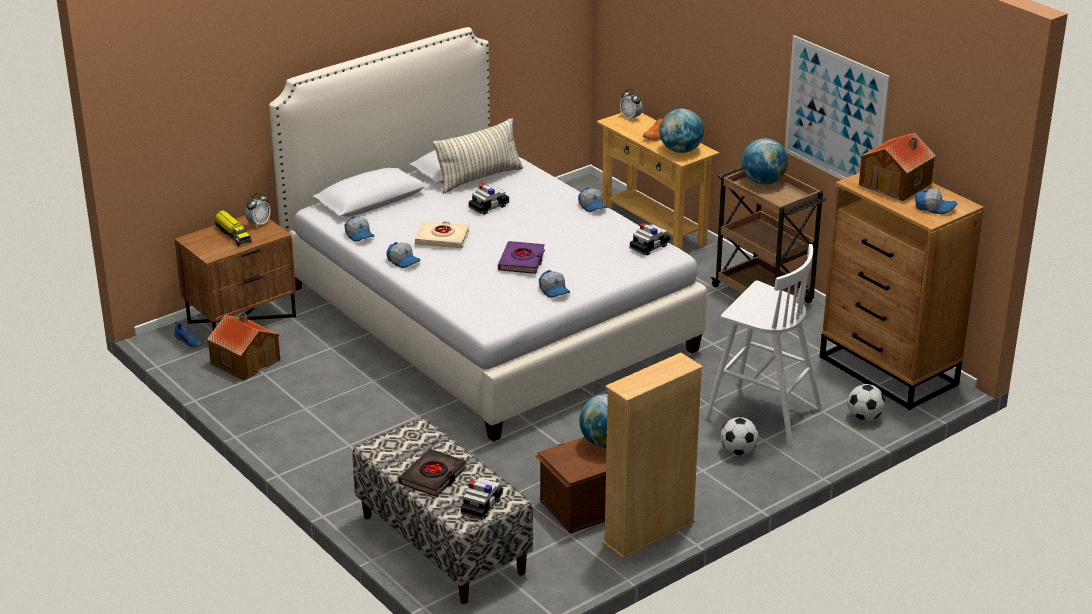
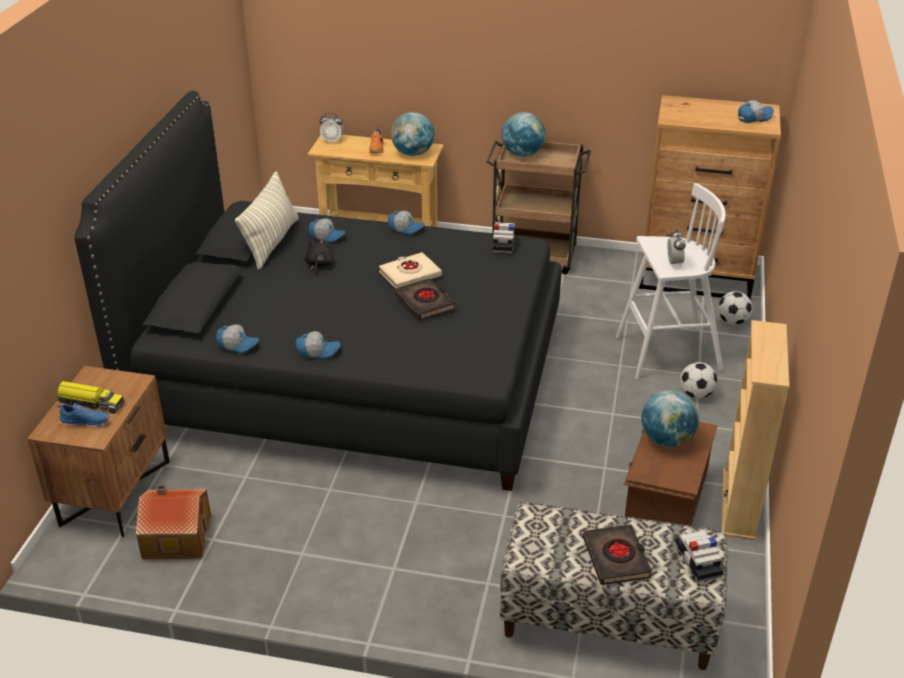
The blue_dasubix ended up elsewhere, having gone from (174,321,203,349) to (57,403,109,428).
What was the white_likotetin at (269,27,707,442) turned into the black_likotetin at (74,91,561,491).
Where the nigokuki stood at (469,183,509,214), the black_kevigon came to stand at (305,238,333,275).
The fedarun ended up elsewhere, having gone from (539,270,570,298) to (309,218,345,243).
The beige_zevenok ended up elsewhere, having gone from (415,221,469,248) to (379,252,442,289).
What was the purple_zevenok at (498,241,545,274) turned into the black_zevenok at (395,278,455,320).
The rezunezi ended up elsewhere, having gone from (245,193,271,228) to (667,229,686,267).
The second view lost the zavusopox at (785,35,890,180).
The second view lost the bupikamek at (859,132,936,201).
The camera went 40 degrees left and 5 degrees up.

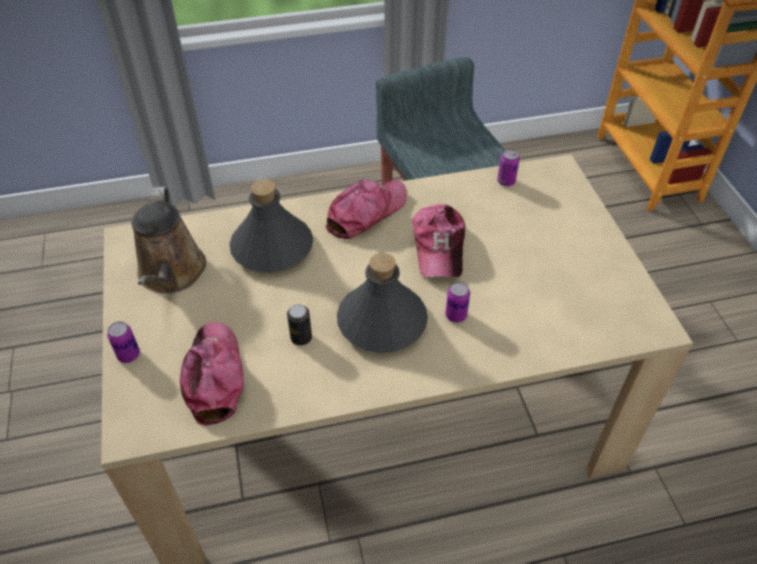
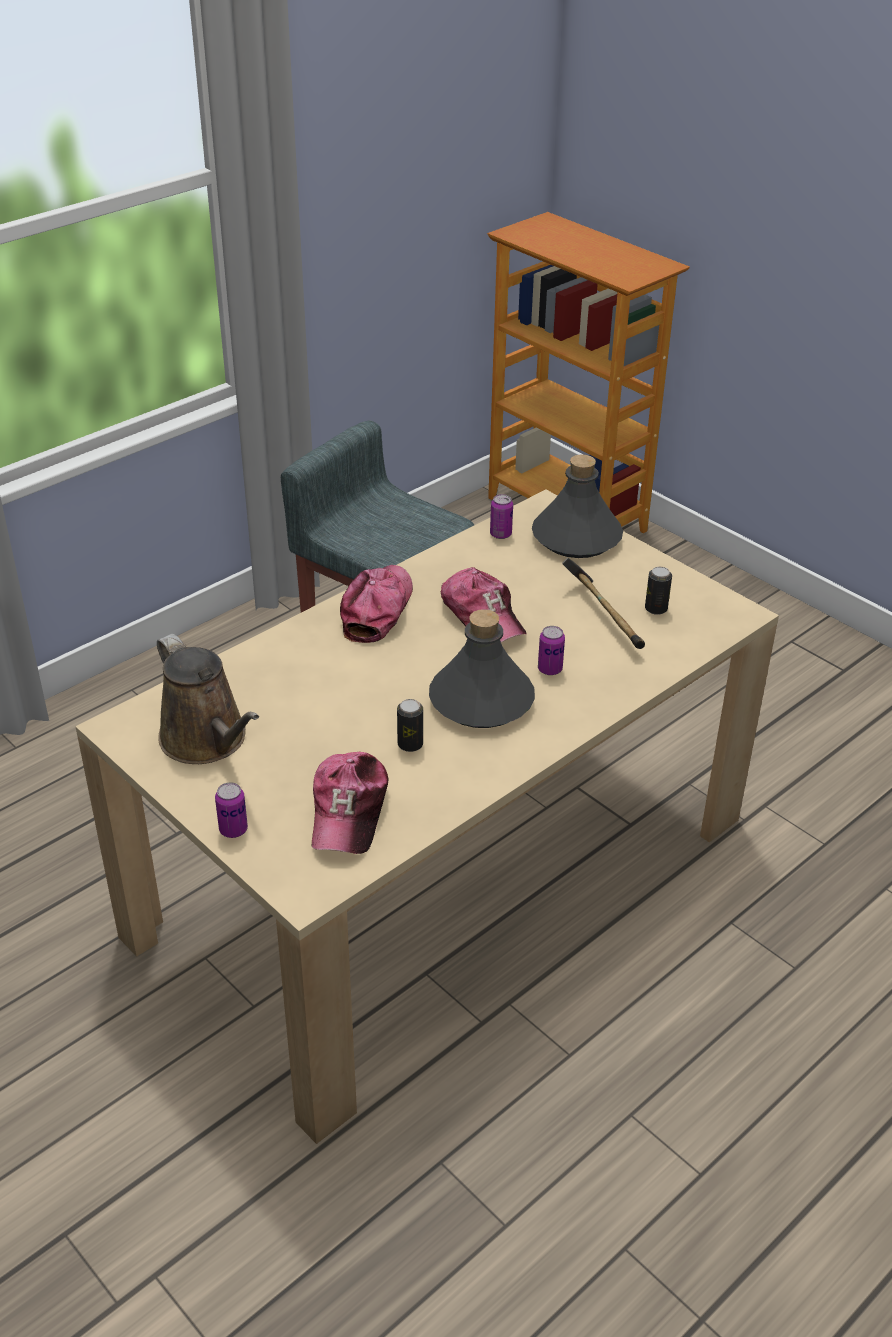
The fedarun at (180,322,244,426) ended up facing another way, 135 degrees counterclockwise from before.
The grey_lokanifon ended up elsewhere, having gone from (230,179,313,273) to (532,454,623,558).
The second view gained the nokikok at (562,557,645,649).
The second view gained the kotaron at (645,567,672,615).
The camera went 30 degrees left and 10 degrees down.

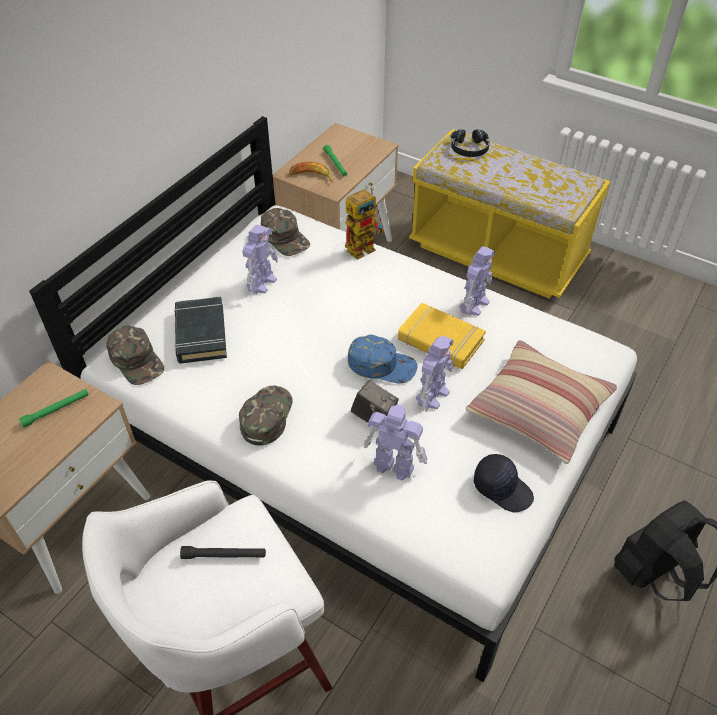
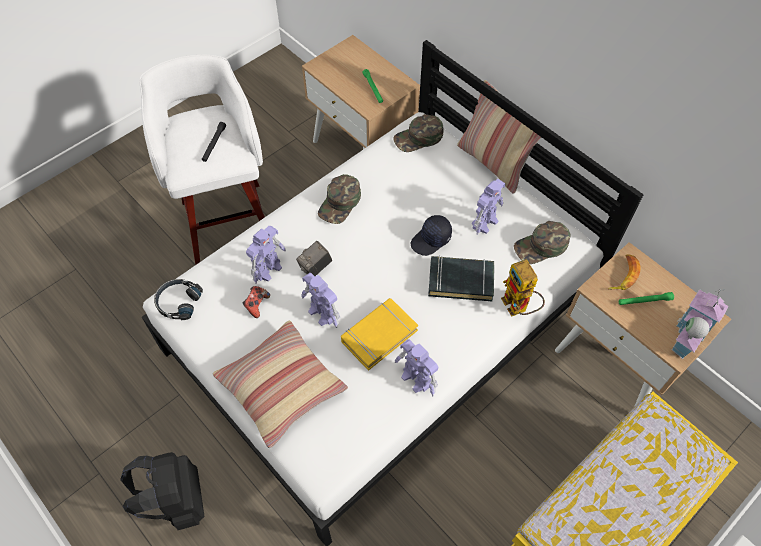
The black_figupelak ended up elsewhere, having gone from (451,129,490,157) to (154,279,203,320).
The second view gained the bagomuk at (243,286,270,318).
The green_fedarun at (239,386,293,446) ended up facing another way, 90 degrees clockwise from before.
The black_fedarun ended up elsewhere, having gone from (474,454,534,512) to (411,215,452,256).
The black_zevenok ended up elsewhere, having gone from (174,297,227,364) to (428,256,494,301).
The second view gained the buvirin at (457,80,541,194).
The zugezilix at (242,225,278,294) ended up facing another way, 90 degrees counterclockwise from before.
The second view gained the bupikamek at (672,289,729,359).
The second view lost the blue_fedarun at (348,334,418,384).
The camera went 105 degrees right and 10 degrees up.

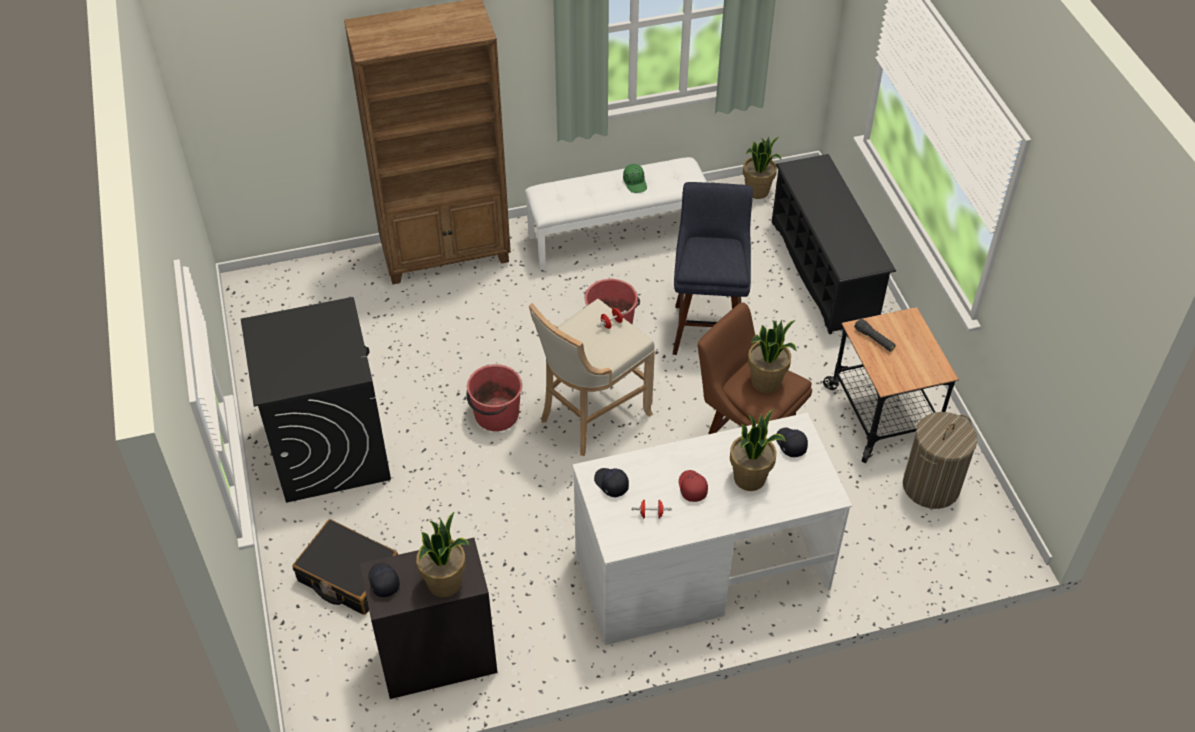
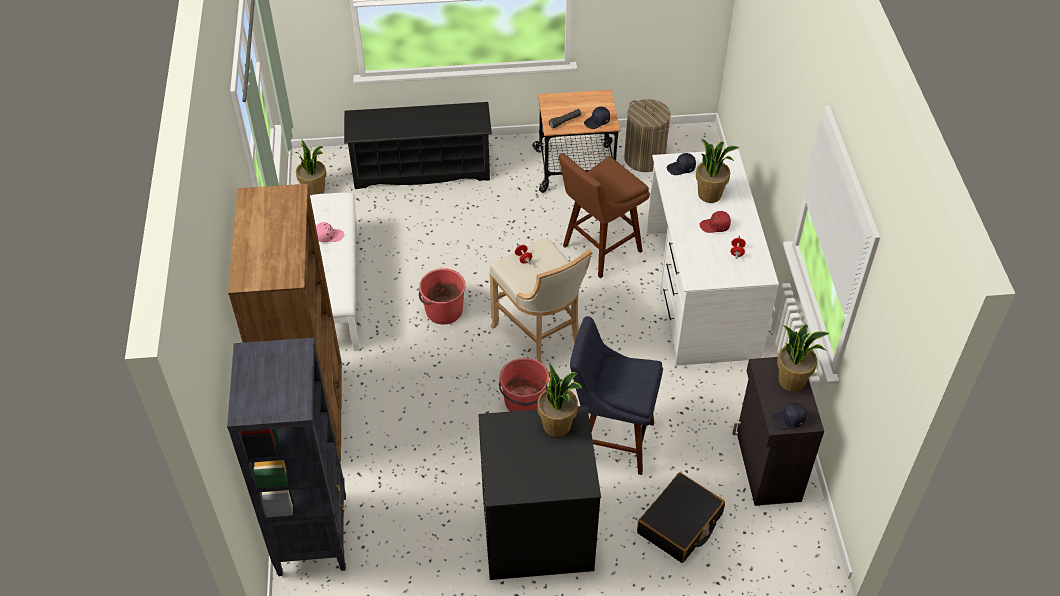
The second view gained the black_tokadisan at (227,338,346,576).
What was the green_fedarun at (623,164,647,193) turned into the pink_fedarun at (316,222,344,242).
The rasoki ended up elsewhere, having gone from (748,320,796,393) to (537,363,582,437).
The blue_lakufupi ended up elsewhere, having gone from (673,182,753,355) to (570,316,663,475).
The black_fedarun ended up elsewhere, having gone from (594,468,629,497) to (584,107,610,129).
The camera went 80 degrees left and 0 degrees up.

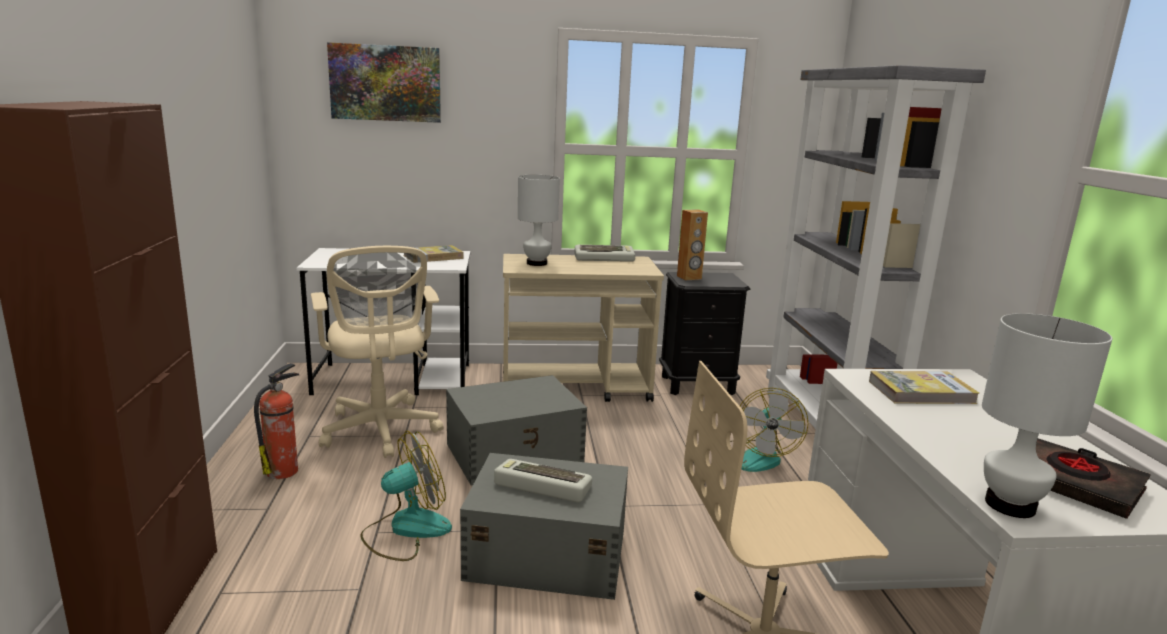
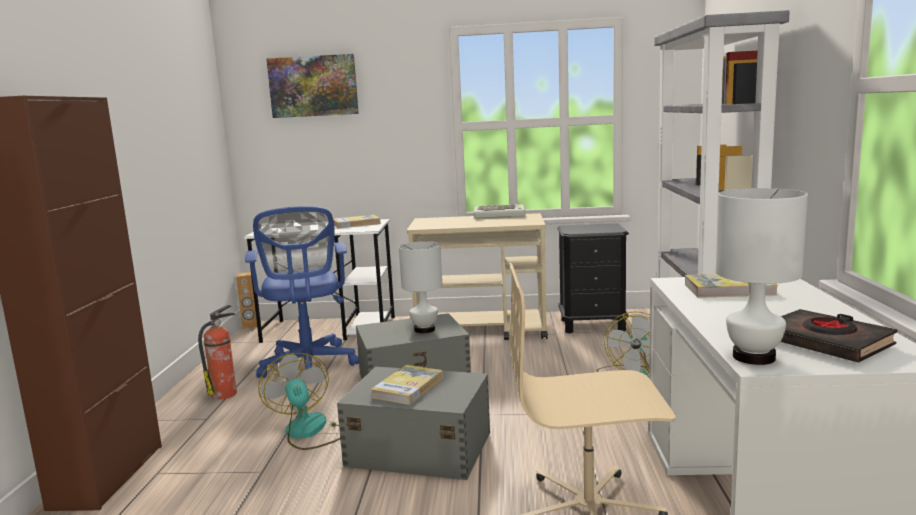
The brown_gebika ended up elsewhere, having gone from (677,209,708,281) to (236,272,257,329).
What was the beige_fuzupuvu at (311,246,443,458) turned into the blue_fuzupuvu at (245,206,359,378).
The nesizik at (360,431,452,561) ended up facing another way, 90 degrees counterclockwise from before.
Where the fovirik stood at (494,459,592,503), the zevenok came to stand at (370,365,443,405).
The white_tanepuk ended up elsewhere, having gone from (518,175,560,266) to (399,241,442,333).
The camera went 10 degrees right and 5 degrees down.

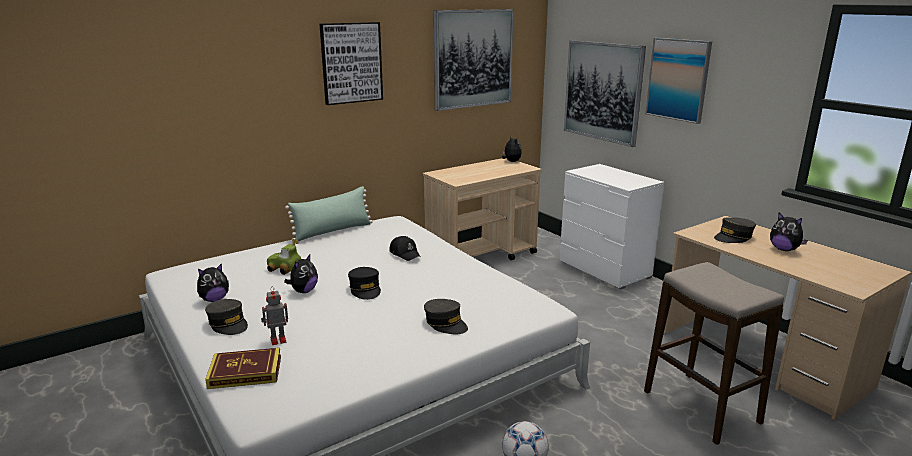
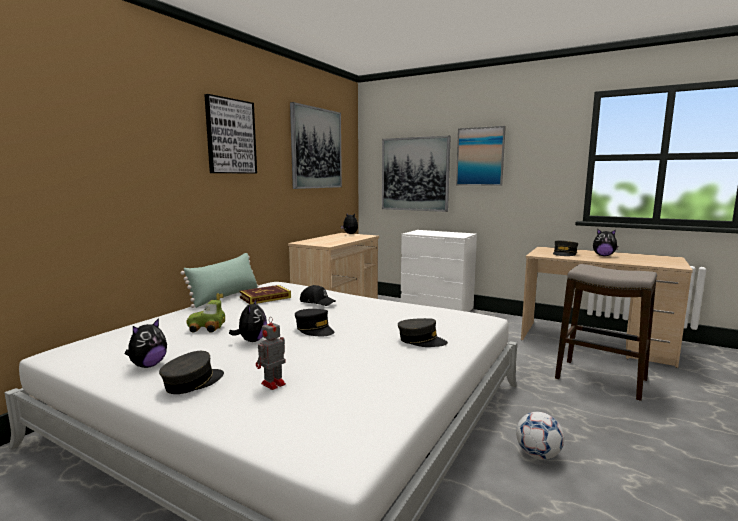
The grey_fedarun at (205,299,248,335) ended up facing another way, 75 degrees counterclockwise from before.
The zevenok ended up elsewhere, having gone from (205,348,281,389) to (239,285,291,304).
The camera went 25 degrees left and 10 degrees down.

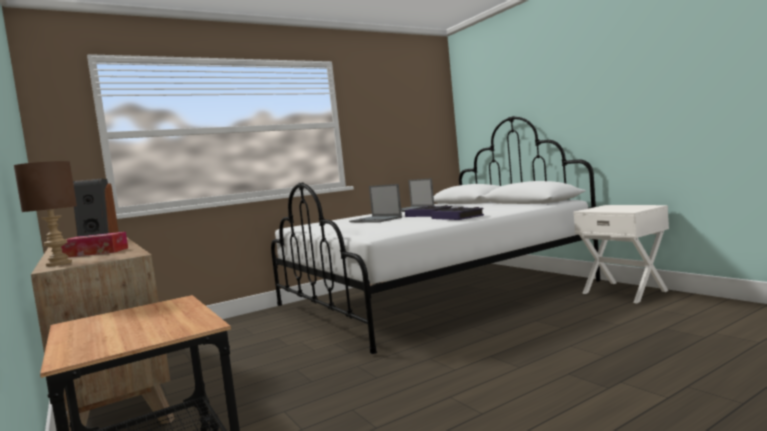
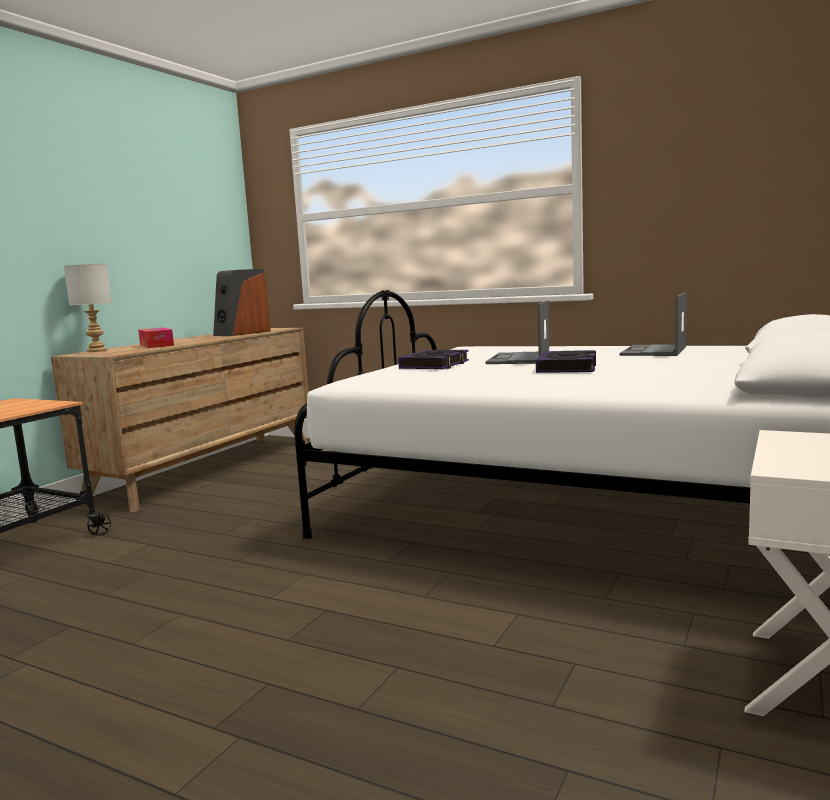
What was the brown_tanepuk at (14,161,77,266) turned into the grey_tanepuk at (64,264,112,352).
The zevenok ended up elsewhere, having gone from (431,207,484,220) to (398,350,469,369).
The camera went 60 degrees right and 5 degrees up.

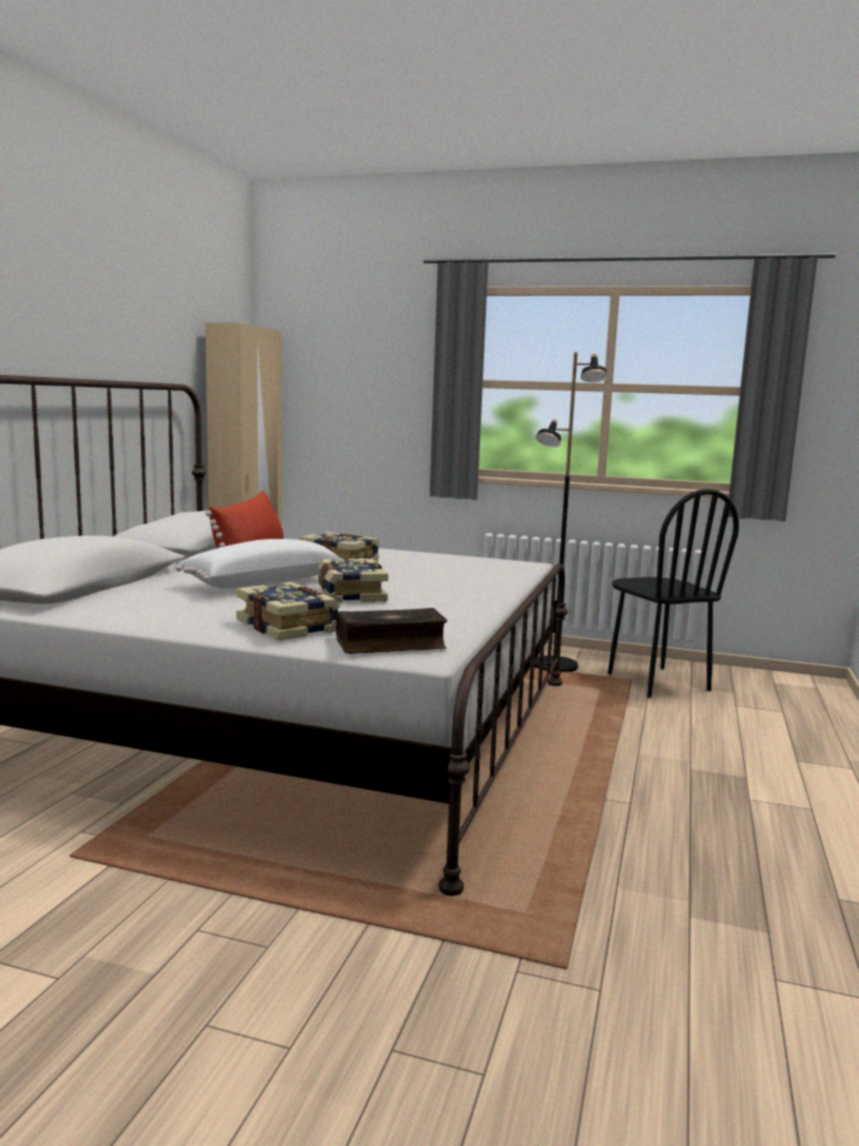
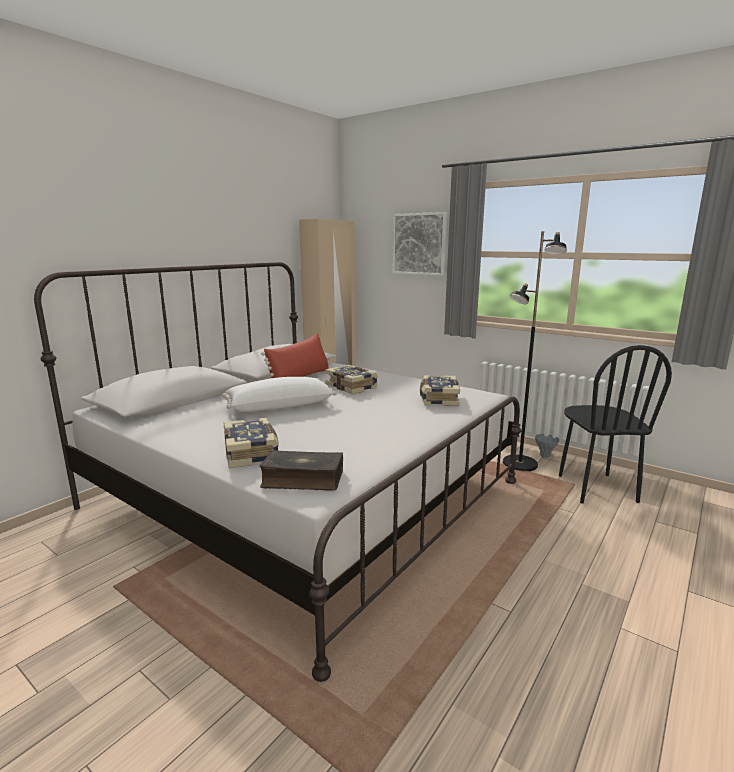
The second view gained the zavusopox at (393,212,447,276).
The zevenok ended up elsewhere, having gone from (318,558,388,603) to (420,375,460,406).
The second view gained the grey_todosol at (535,434,559,458).
The camera went 20 degrees right and 5 degrees up.

